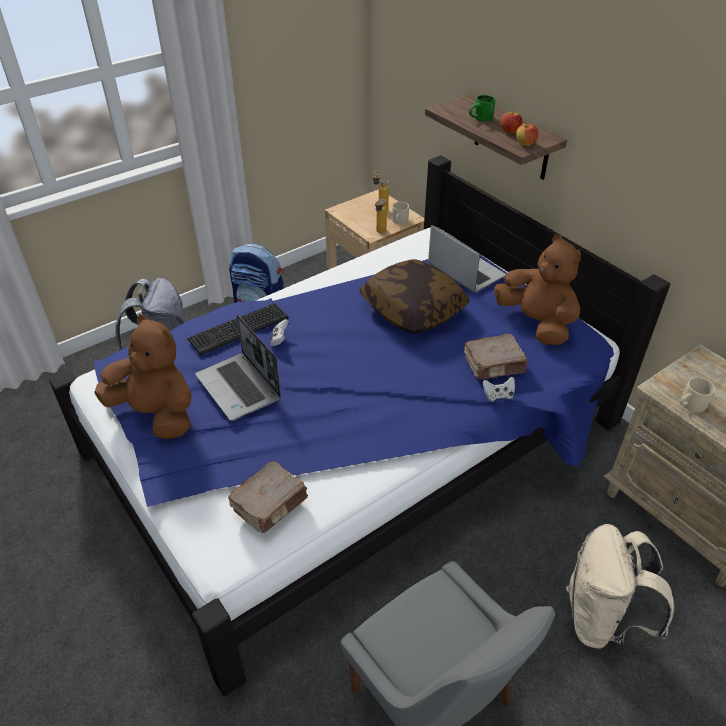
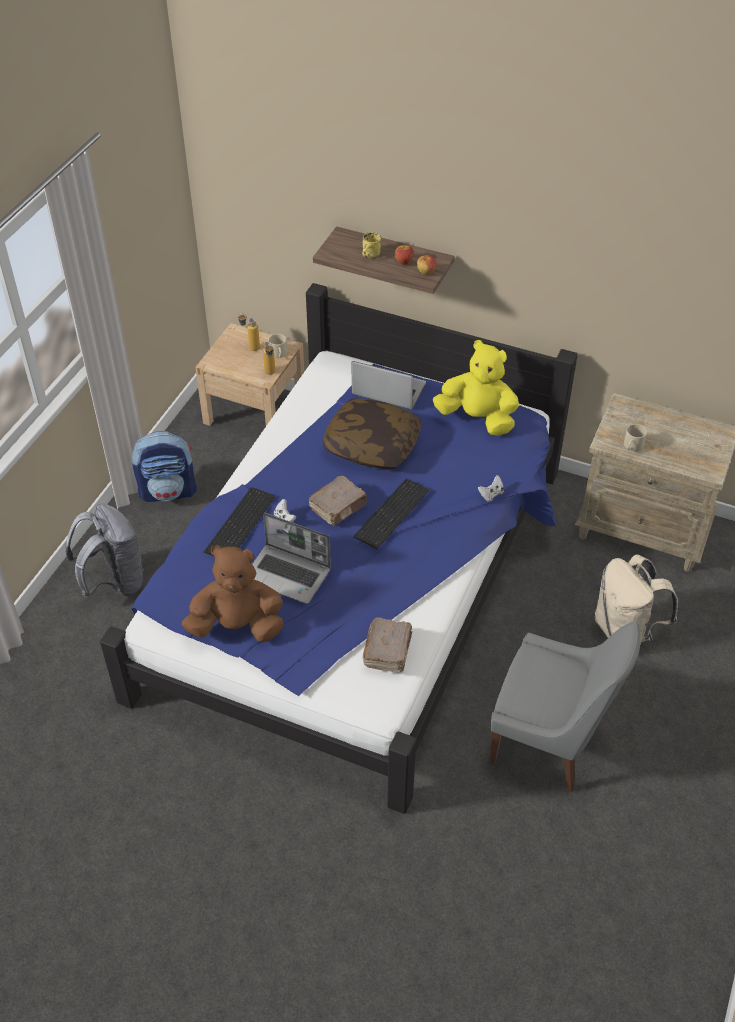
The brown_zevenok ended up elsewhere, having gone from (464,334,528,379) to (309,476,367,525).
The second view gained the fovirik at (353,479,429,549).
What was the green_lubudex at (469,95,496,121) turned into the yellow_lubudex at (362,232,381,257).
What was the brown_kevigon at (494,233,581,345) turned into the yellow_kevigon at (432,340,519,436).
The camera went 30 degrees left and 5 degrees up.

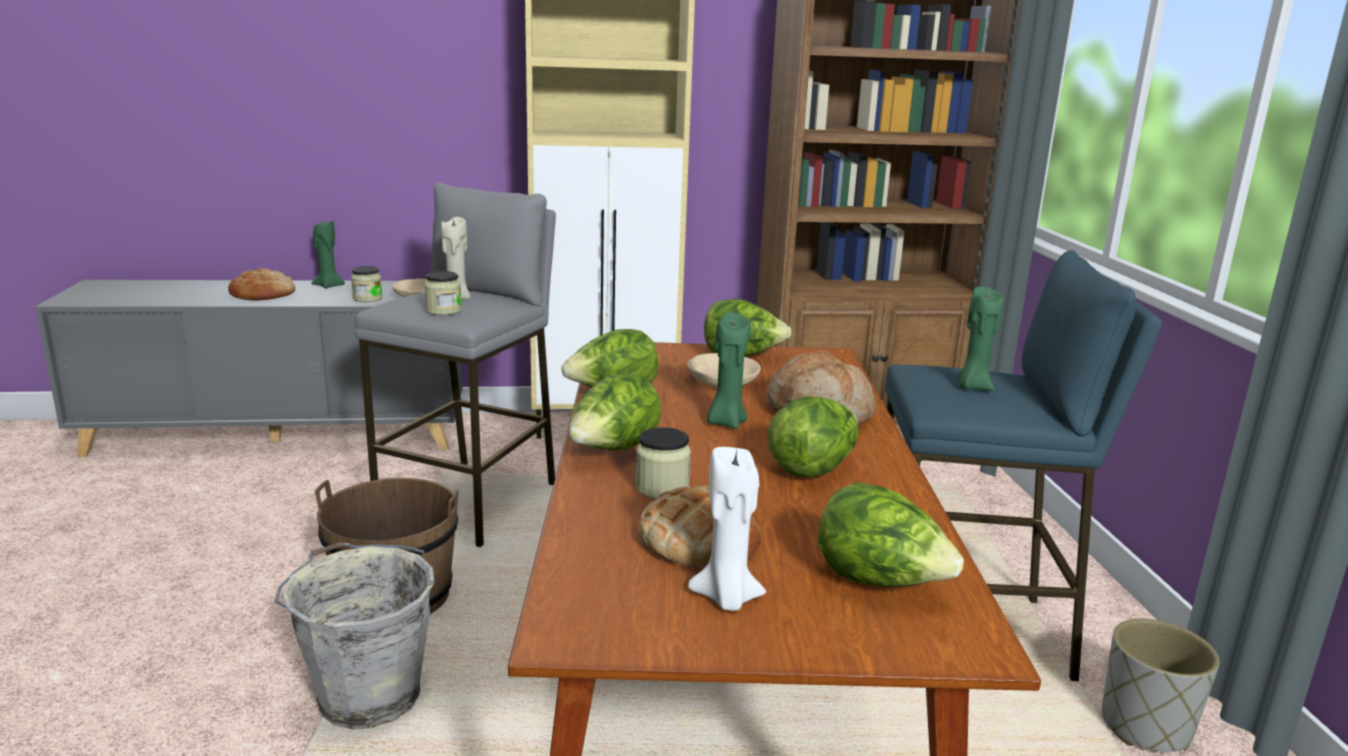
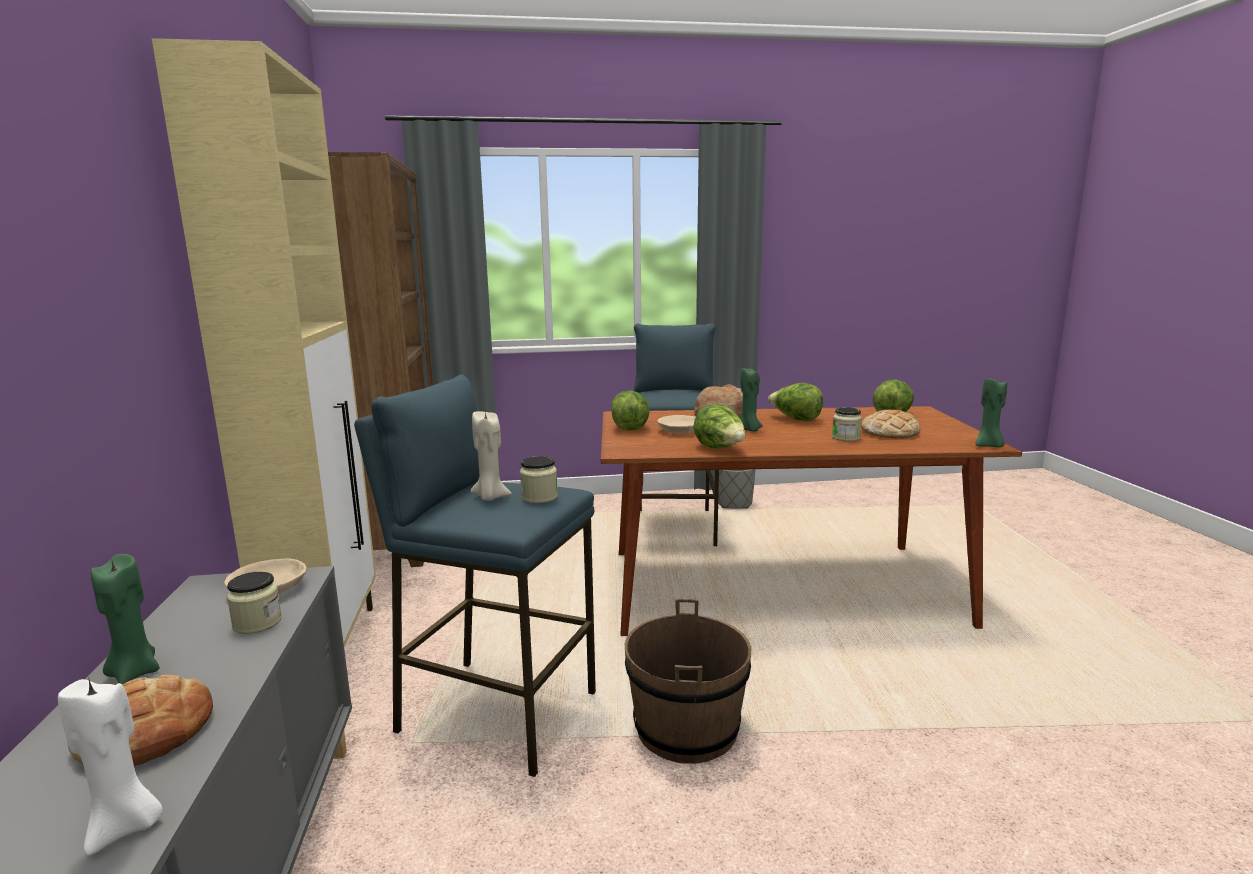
The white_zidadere ended up elsewhere, having gone from (688,447,766,611) to (58,677,163,856).
What was the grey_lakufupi at (355,182,556,547) turned into the blue_lakufupi at (354,374,596,777).
The green_zidadere ended up elsewhere, having gone from (958,287,1003,391) to (975,376,1007,447).
The second view lost the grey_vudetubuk at (275,542,435,729).
The second view lost the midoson at (569,373,661,450).
The camera went 90 degrees left and 5 degrees down.

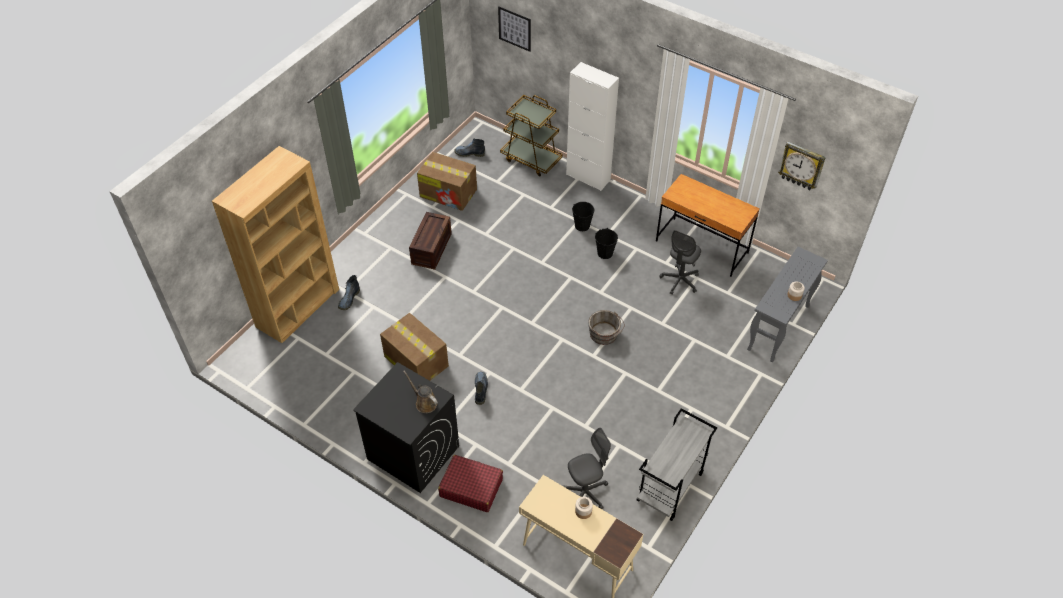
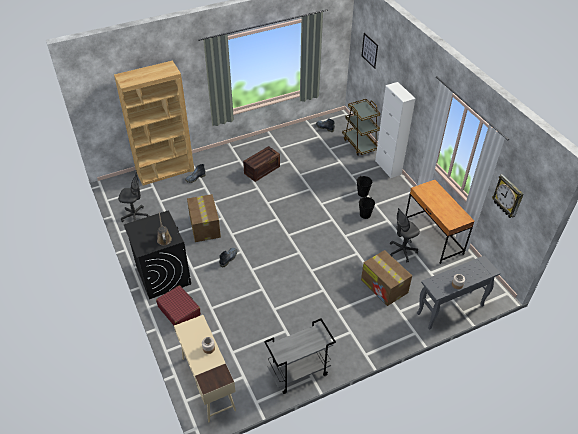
The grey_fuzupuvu ended up elsewhere, having gone from (563,428,611,509) to (118,170,149,222).
The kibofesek ended up elsewhere, having gone from (417,152,477,211) to (361,250,412,306).
The second view lost the grey_vudetubuk at (588,310,625,345).
The camera went 30 degrees right and 5 degrees down.

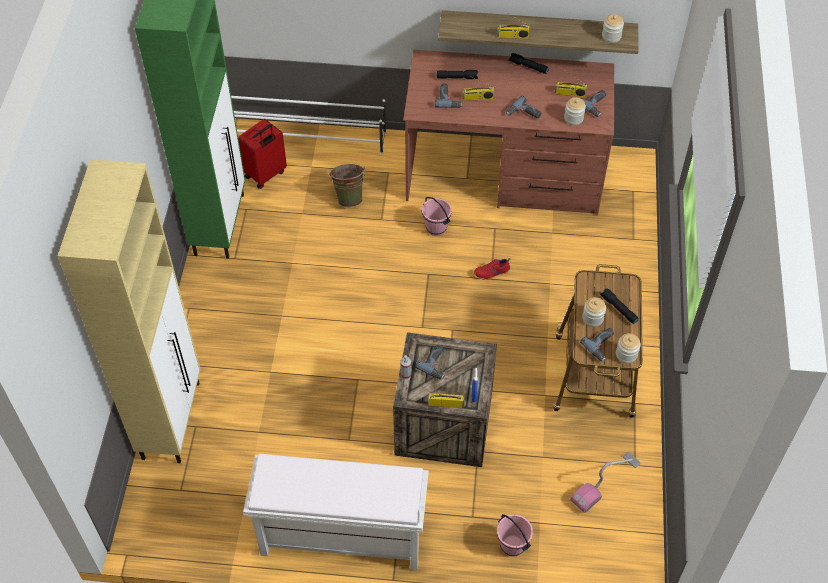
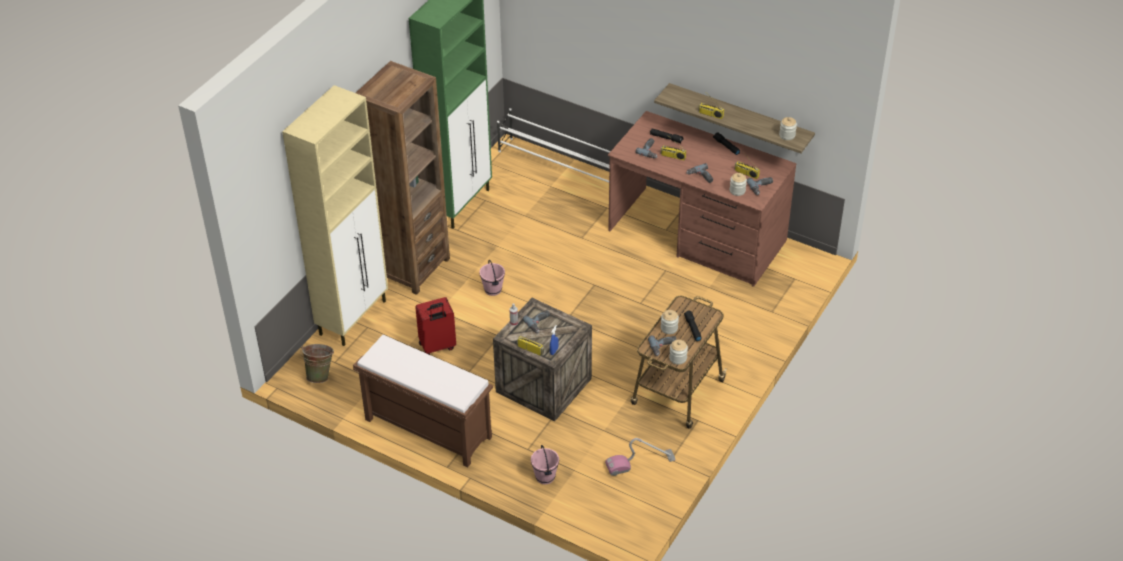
The green_vudetubuk ended up elsewhere, having gone from (329,164,365,207) to (301,344,334,383).
What was the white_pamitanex at (243,453,429,570) turned into the brown_pamitanex at (353,335,493,467).
The second view gained the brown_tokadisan at (356,61,450,295).
The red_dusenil ended up elsewhere, having gone from (238,119,287,189) to (415,297,456,355).
The pink_vudetubuk ended up elsewhere, having gone from (422,197,452,236) to (479,260,505,296).
The second view lost the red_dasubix at (474,258,511,280).
The camera went 25 degrees right and 10 degrees down.

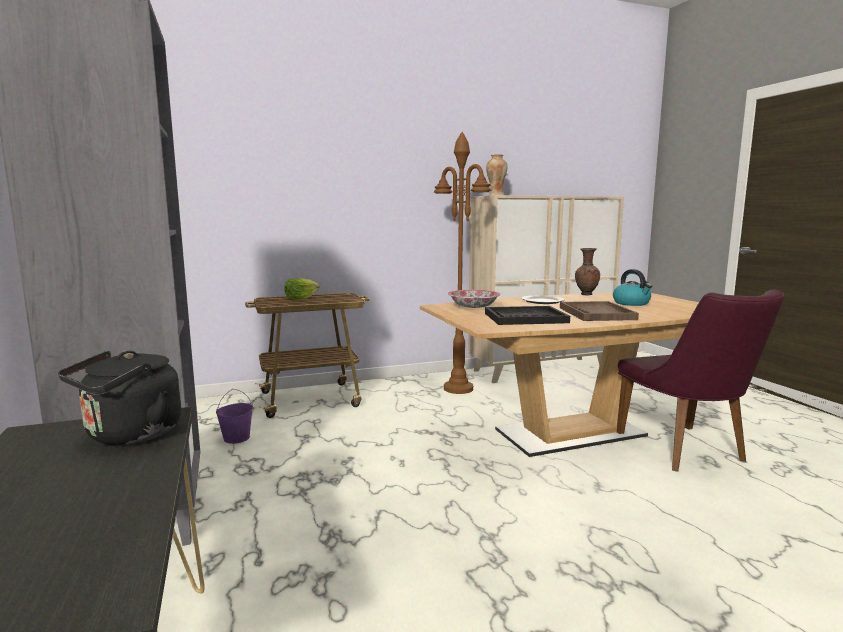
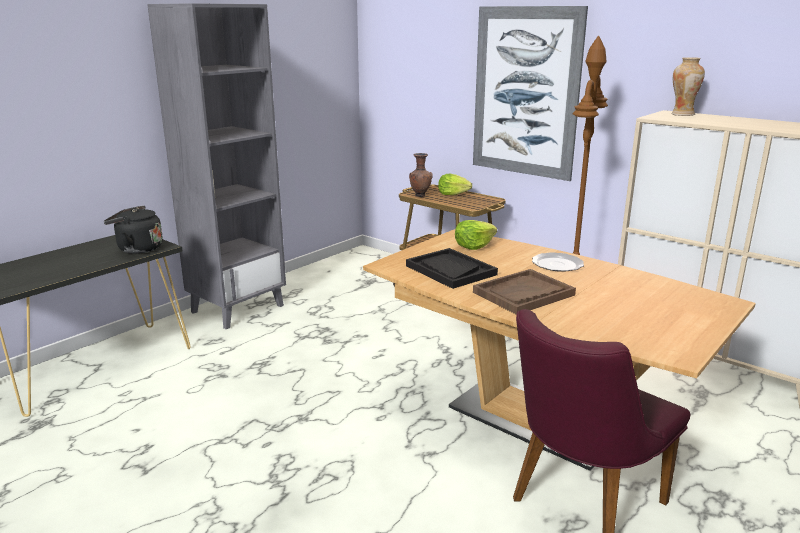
The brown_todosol ended up elsewhere, having gone from (575,248,600,296) to (409,153,433,197).
Where the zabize stood at (448,290,500,308), the midoson came to stand at (455,220,497,250).
The second view gained the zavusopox at (473,6,588,181).
The second view lost the purple_vudetubuk at (216,389,253,444).
The second view lost the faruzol at (613,269,652,306).
The camera went 60 degrees right and 10 degrees up.

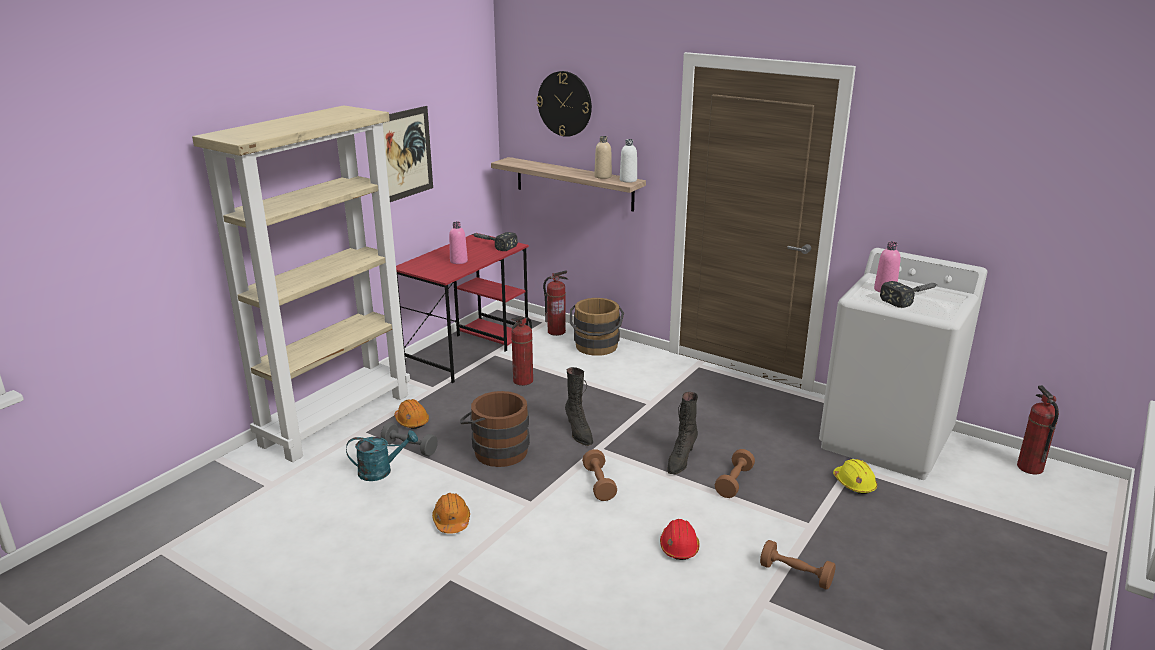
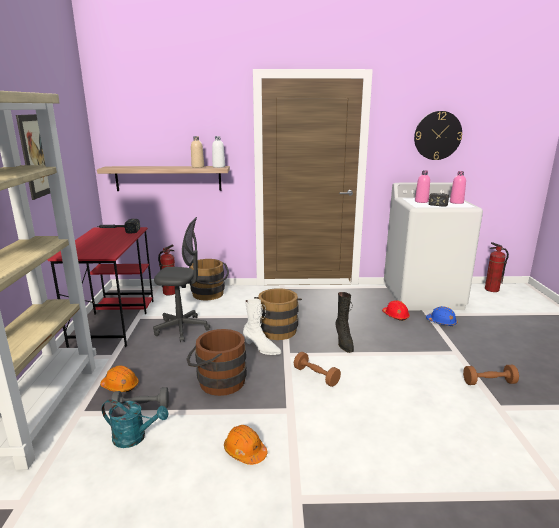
The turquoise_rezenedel at (346,430,418,481) ended up facing another way, 60 degrees clockwise from before.
Where the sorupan stood at (511,316,533,386), the grey_fuzupuvu came to stand at (153,217,210,342).
What was the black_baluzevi at (565,367,593,446) turned into the white_baluzevi at (243,299,281,355).
The second view gained the brown_vudetubuk at (254,288,302,340).
The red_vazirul ended up elsewhere, having gone from (660,519,699,560) to (382,300,410,321).
The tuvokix ended up elsewhere, having gone from (537,71,592,137) to (414,111,462,160).
What was the yellow_vazirul at (833,459,877,494) turned into the blue_vazirul at (426,306,458,326).
The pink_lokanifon ended up elsewhere, having gone from (449,221,468,264) to (450,171,466,204).
The second view lost the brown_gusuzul at (715,449,755,498).
The camera went 35 degrees left and 5 degrees down.

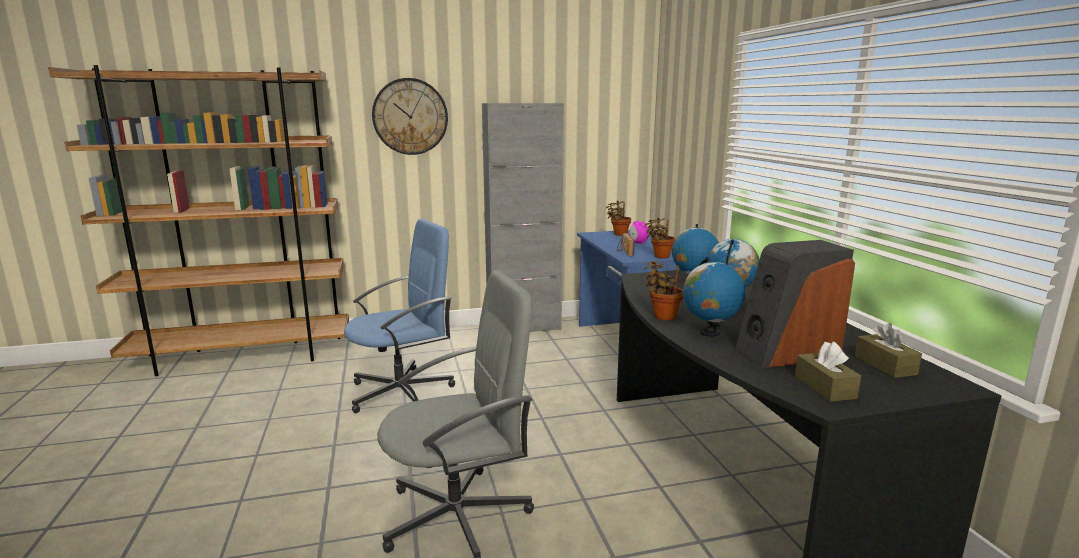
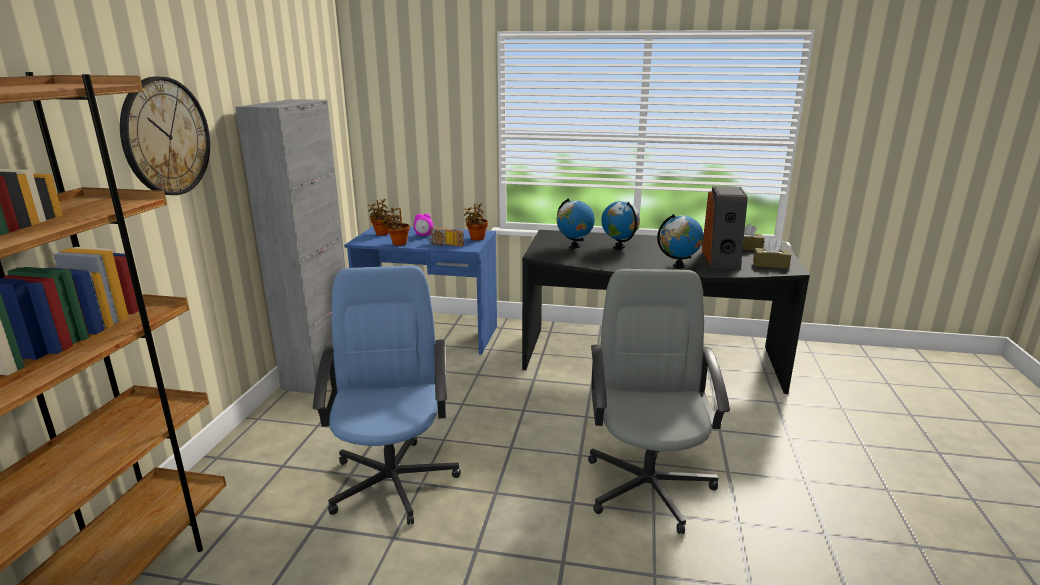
The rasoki ended up elsewhere, having gone from (644,260,683,320) to (380,207,410,246).
The camera went 65 degrees left and 5 degrees up.

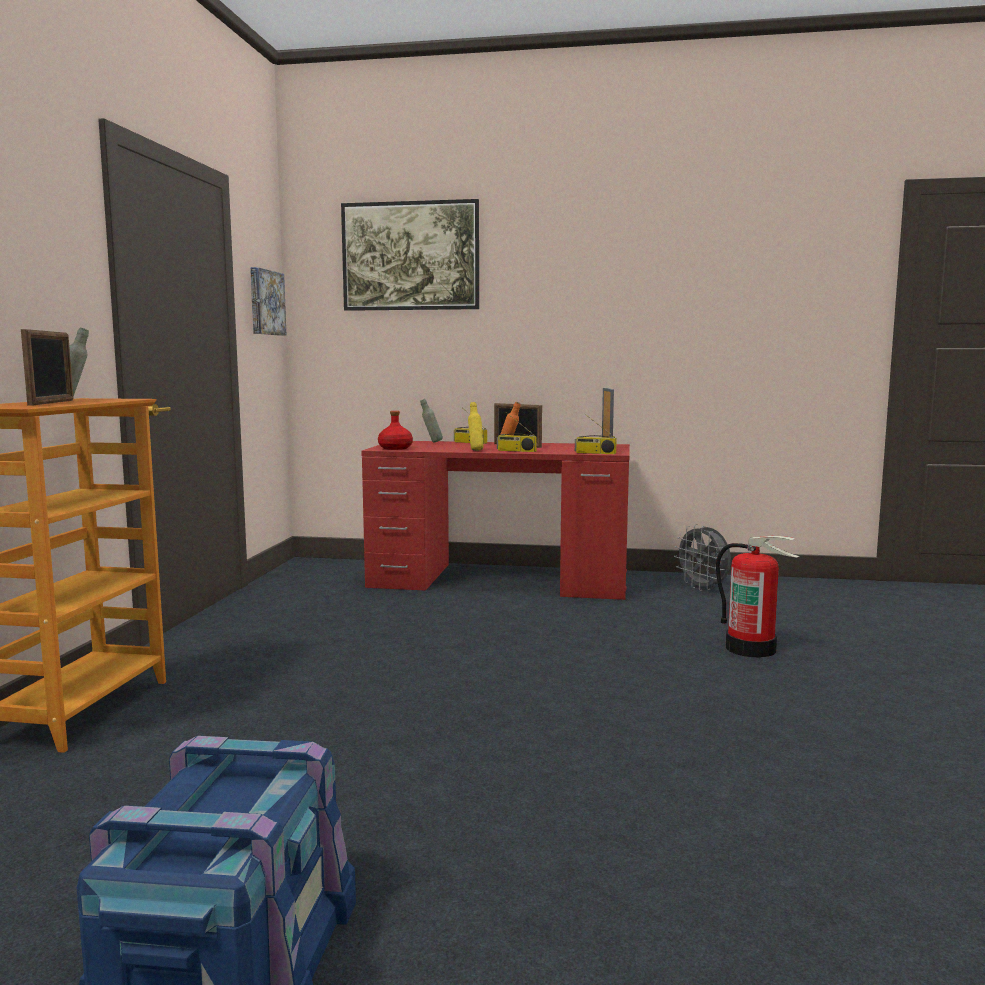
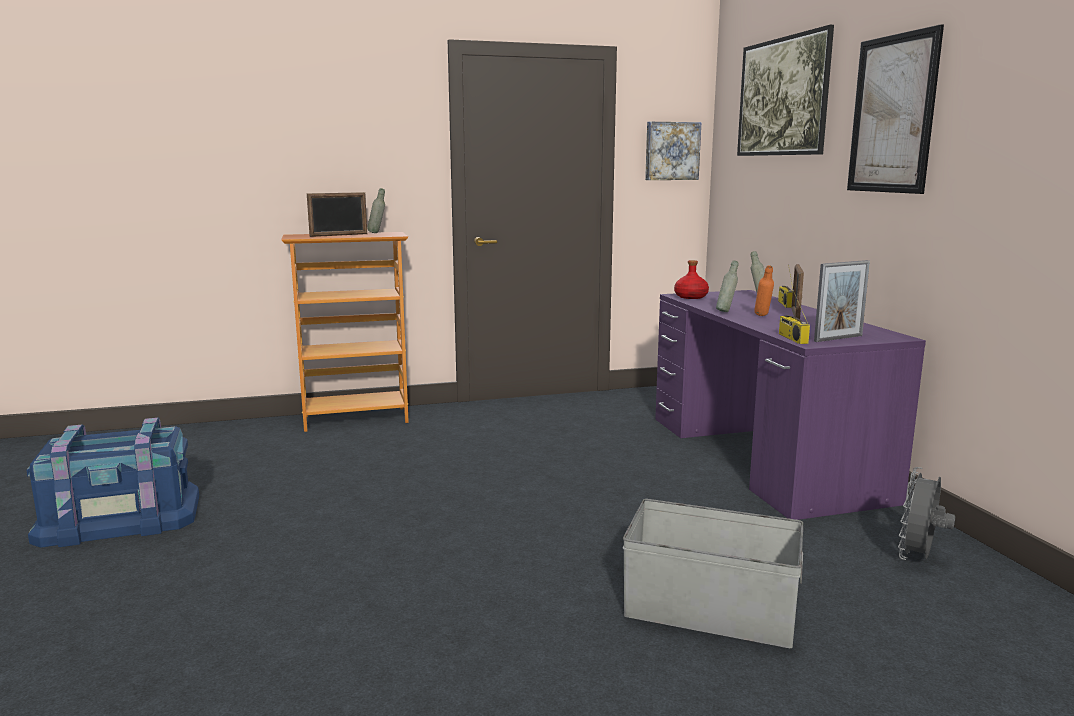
Where the sorupan stood at (716,536,799,657), the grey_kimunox came to stand at (623,499,804,648).
What was the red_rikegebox at (361,441,630,600) turned into the purple_rikegebox at (655,290,926,520).
What was the yellow_lokanifon at (468,402,484,451) turned into the grey_lokanifon at (716,261,738,312).
The second view gained the zavusopox at (847,24,944,194).
The second view lost the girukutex at (497,413,537,452).
The camera went 65 degrees right and 5 degrees up.

